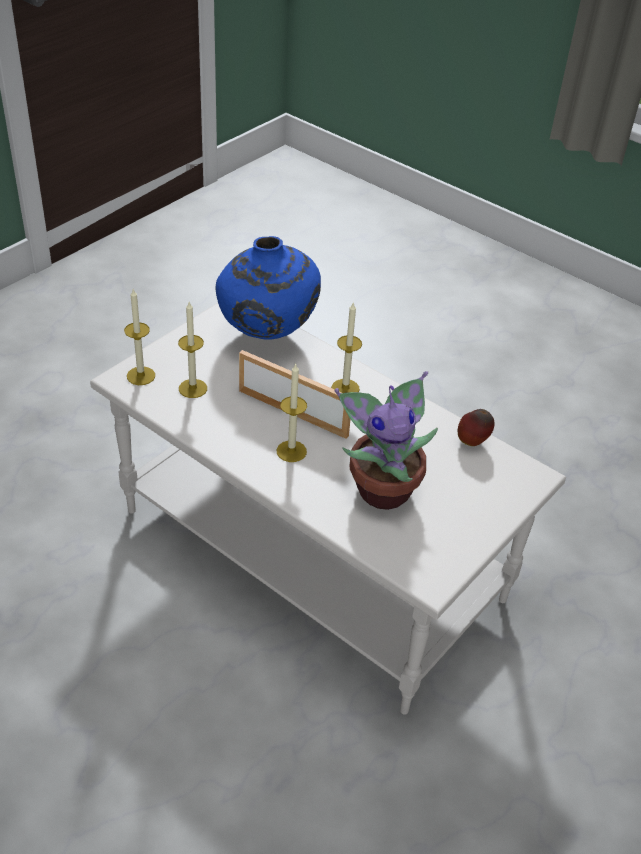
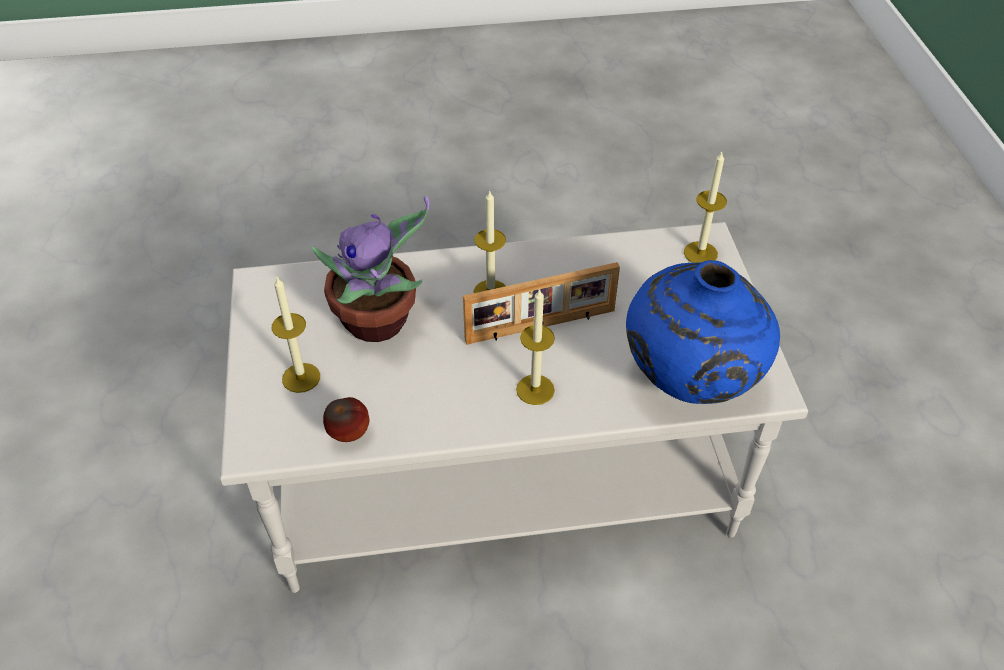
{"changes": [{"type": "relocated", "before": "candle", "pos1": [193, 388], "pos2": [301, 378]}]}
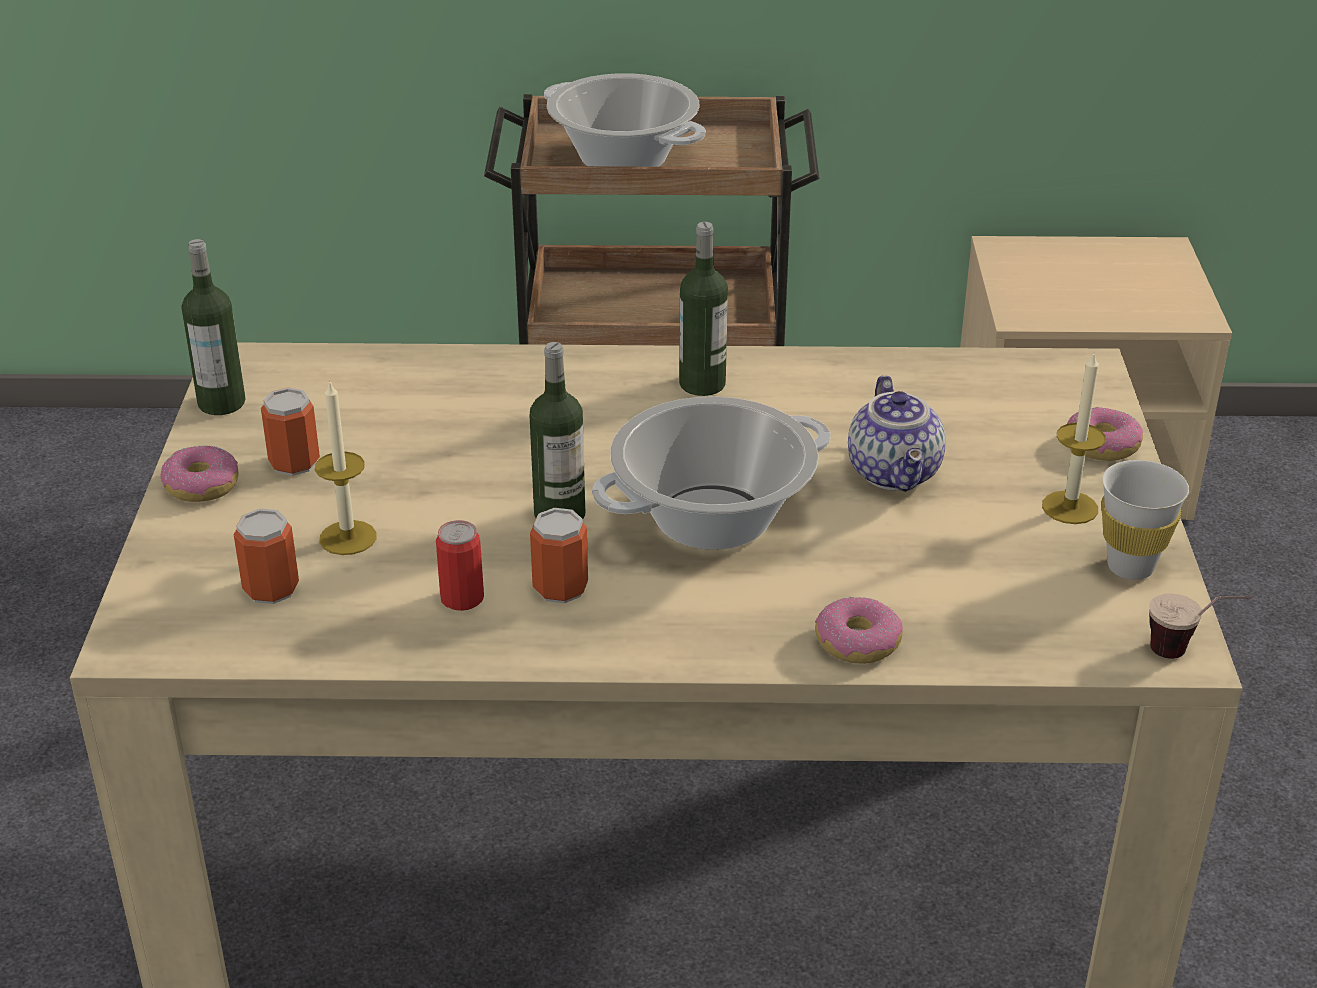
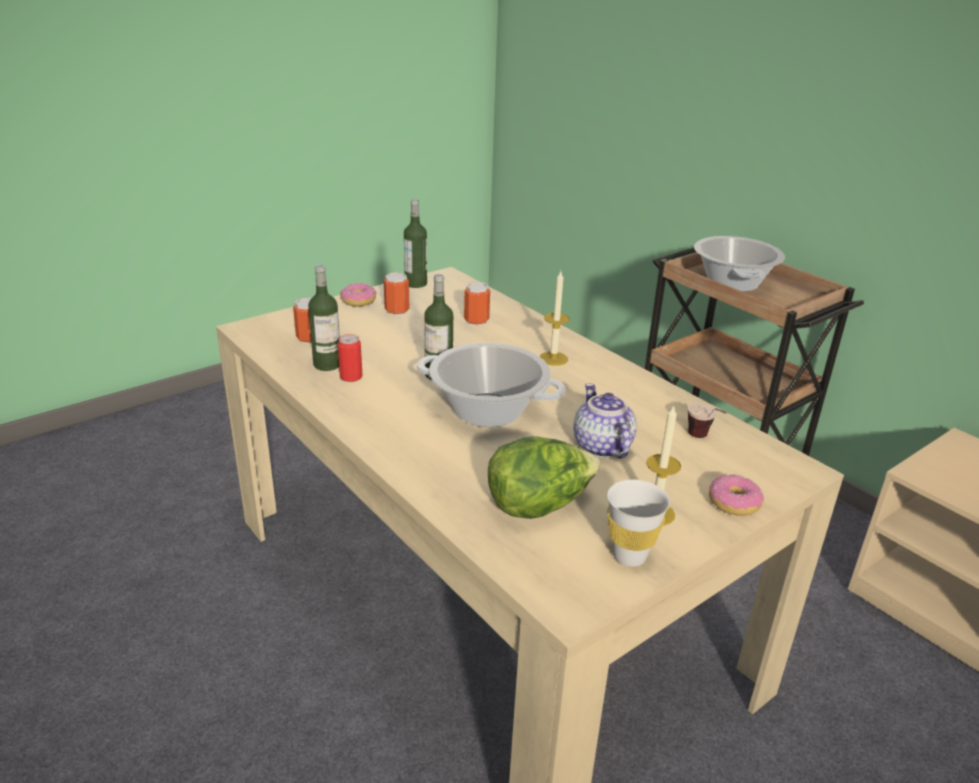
{"changes": [{"type": "relocated", "before": "bottle", "pos1": [702, 384], "pos2": [327, 364]}, {"type": "relocated", "before": "can", "pos1": [560, 588], "pos2": [476, 320]}, {"type": "appeared", "after": "lettuce", "pos2": [539, 505]}, {"type": "relocated", "before": "candle", "pos1": [348, 538], "pos2": [553, 358]}, {"type": "spun", "before": "teapot", "pos1": [896, 473], "pos2": [600, 446], "turn": 120}, {"type": "relocated", "before": "cup", "pos1": [1189, 653], "pos2": [703, 439]}, {"type": "missing", "before": "donut", "pos1": [857, 643]}]}
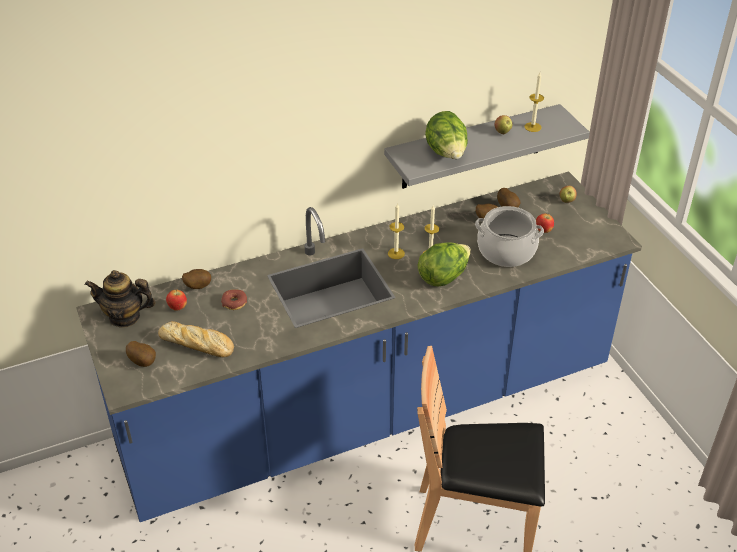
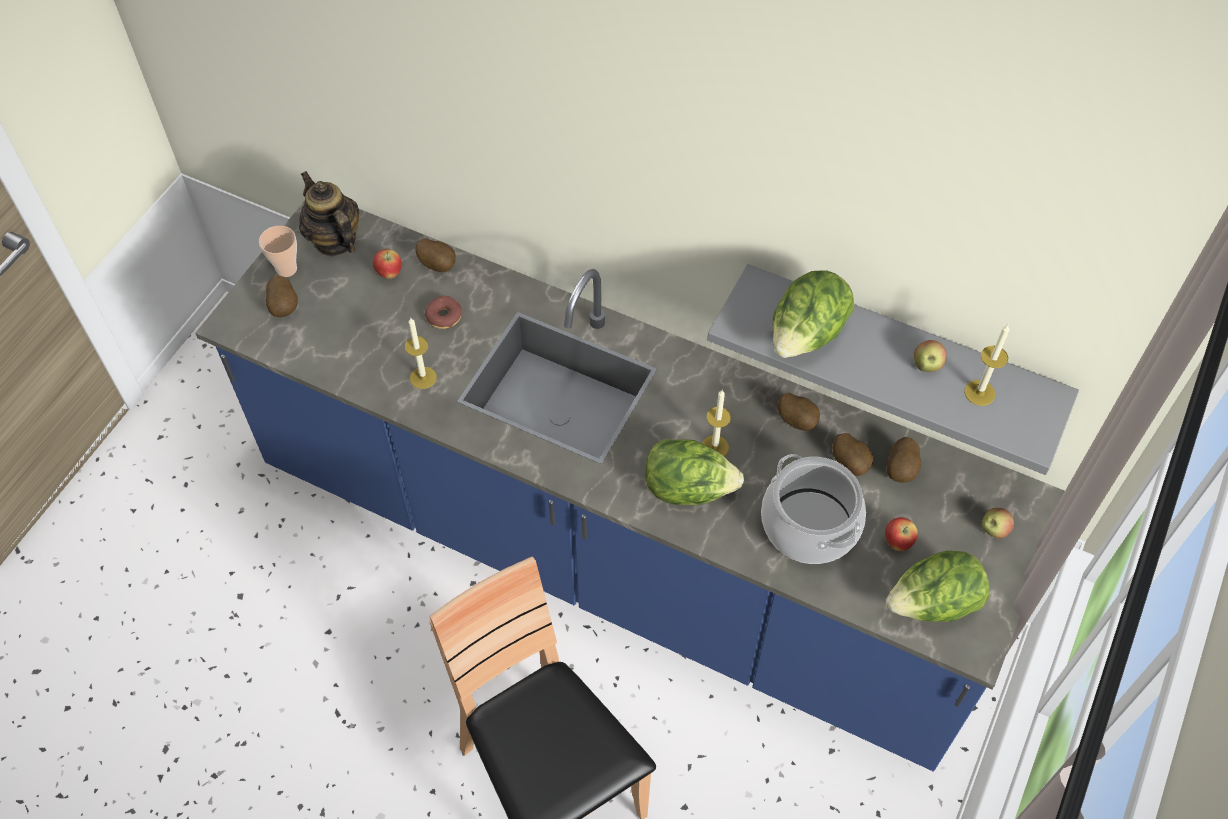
{"changes": [{"type": "appeared", "after": "cup", "pos2": [286, 269]}, {"type": "relocated", "before": "candle", "pos1": [396, 253], "pos2": [423, 377]}, {"type": "appeared", "after": "potato", "pos2": [797, 420]}, {"type": "appeared", "after": "lettuce", "pos2": [933, 604]}, {"type": "missing", "before": "bread", "pos1": [198, 344]}]}
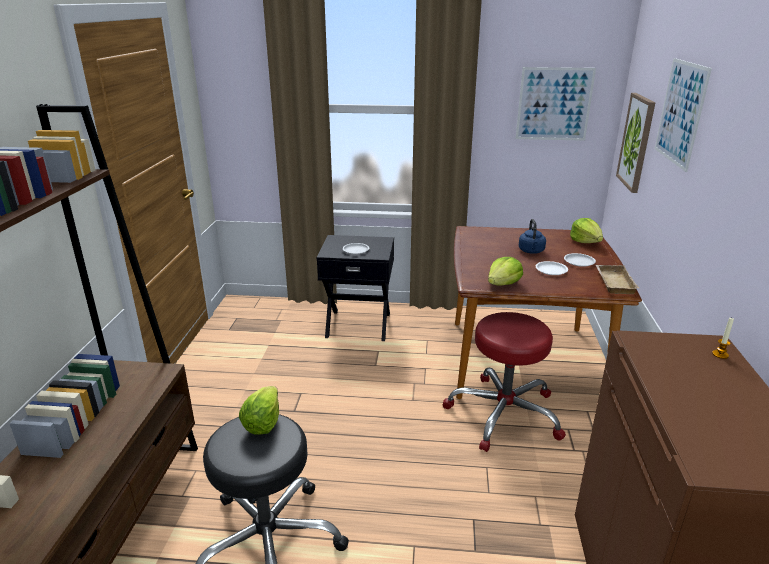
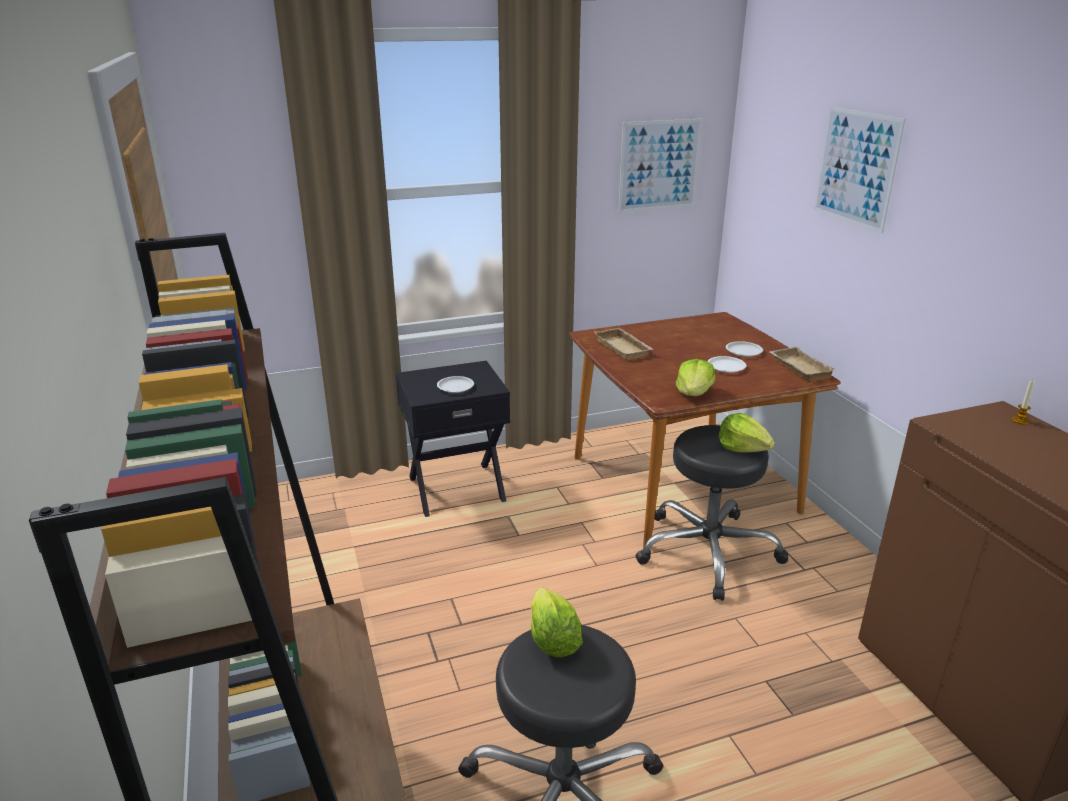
{"changes": [{"type": "appeared", "after": "beige tray", "pos2": [624, 348]}, {"type": "colour", "before": "red stool", "after": "black stool", "pos1": [503, 413], "pos2": [707, 551]}, {"type": "relocated", "before": "lettuce", "pos1": [585, 241], "pos2": [743, 448]}, {"type": "missing", "before": "blue kettle", "pos1": [531, 251]}, {"type": "missing", "before": "picture", "pos1": [636, 142]}]}
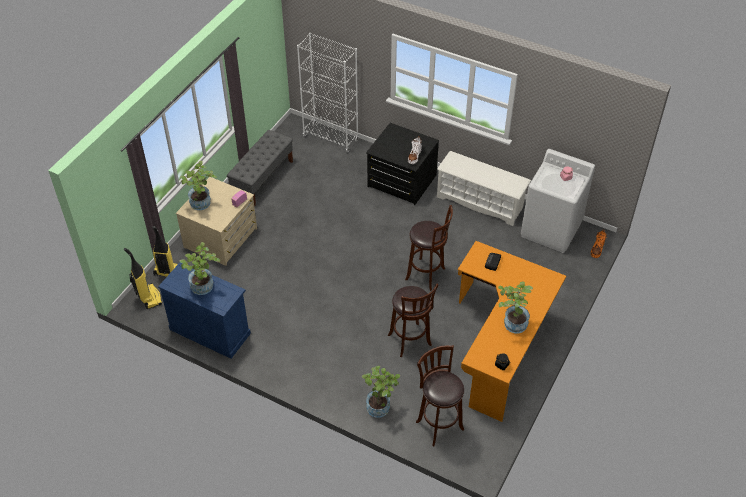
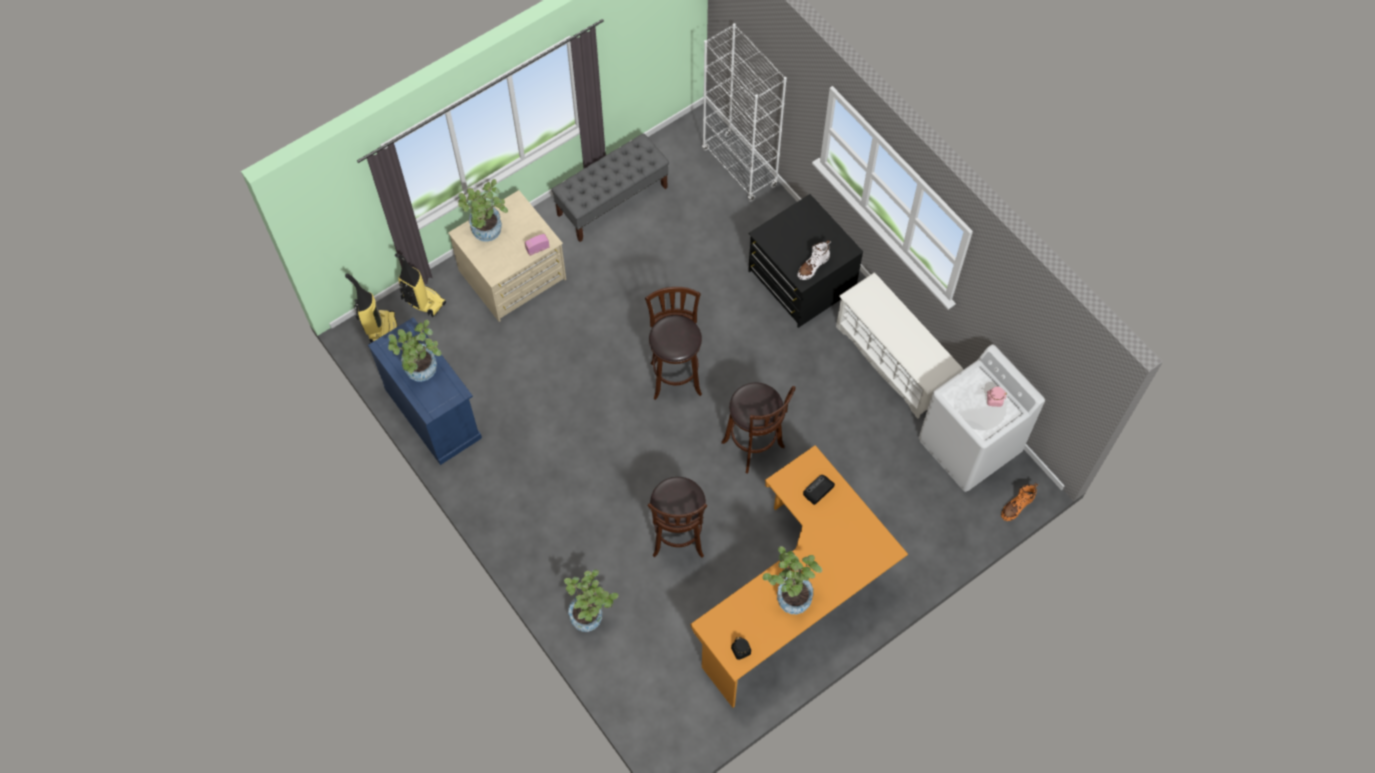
{"changes": [{"type": "relocated", "before": "brown stool", "pos1": [438, 423], "pos2": [675, 375]}]}
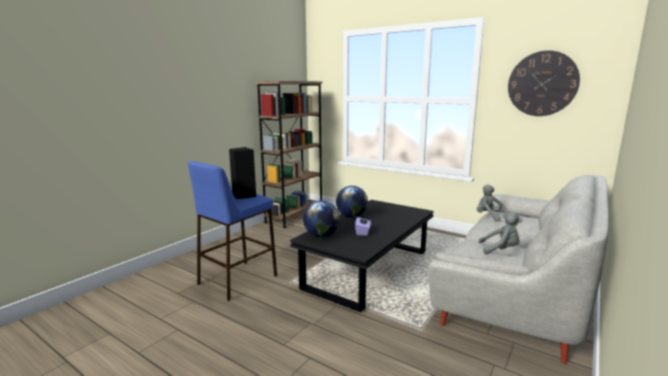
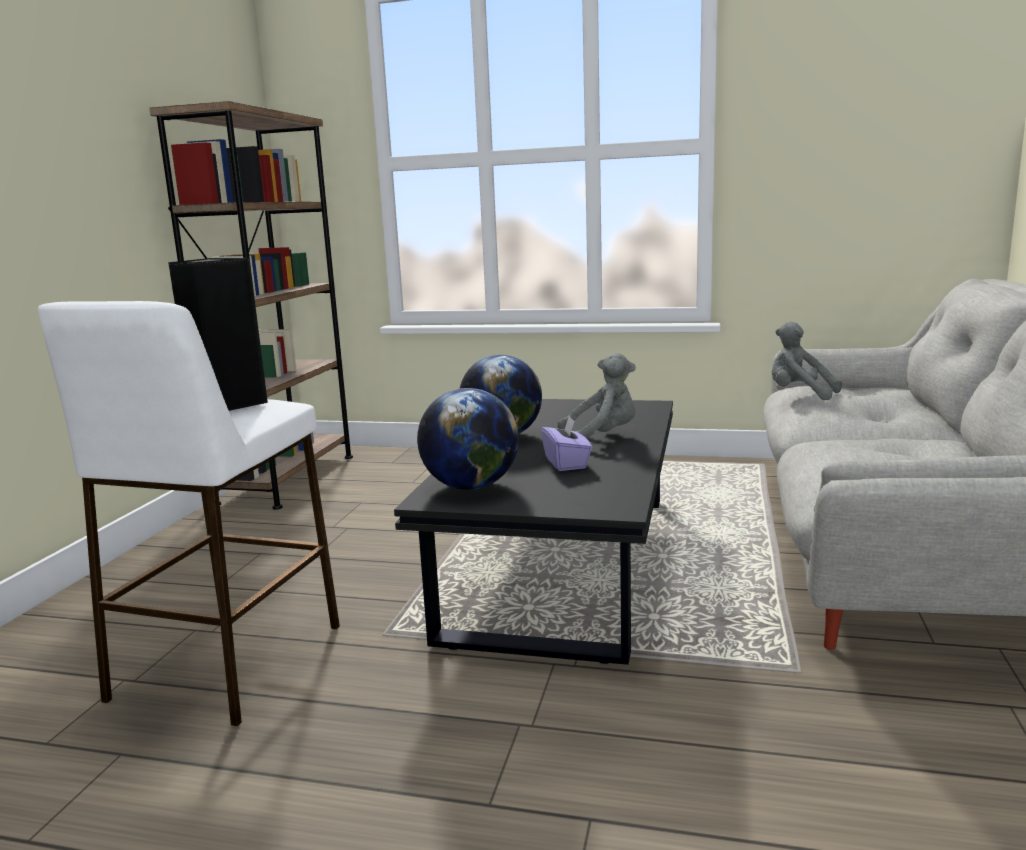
{"changes": [{"type": "colour", "before": "blue stool", "after": "white stool", "pos1": [237, 280], "pos2": [227, 662]}, {"type": "relocated", "before": "grey plush toy", "pos1": [500, 250], "pos2": [602, 437]}, {"type": "missing", "before": "wall clock", "pos1": [542, 84]}]}
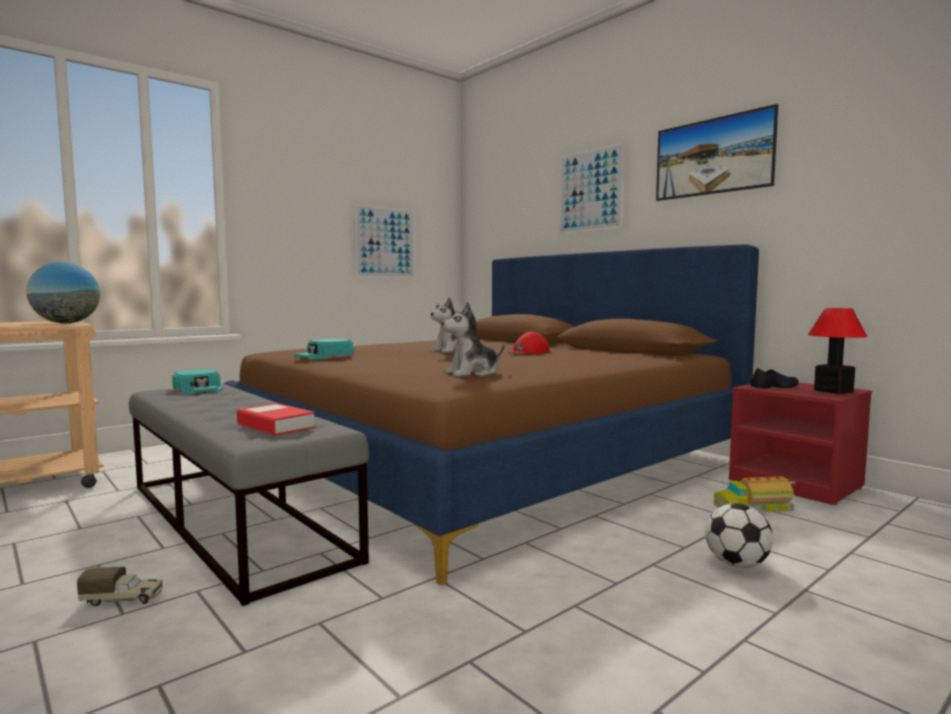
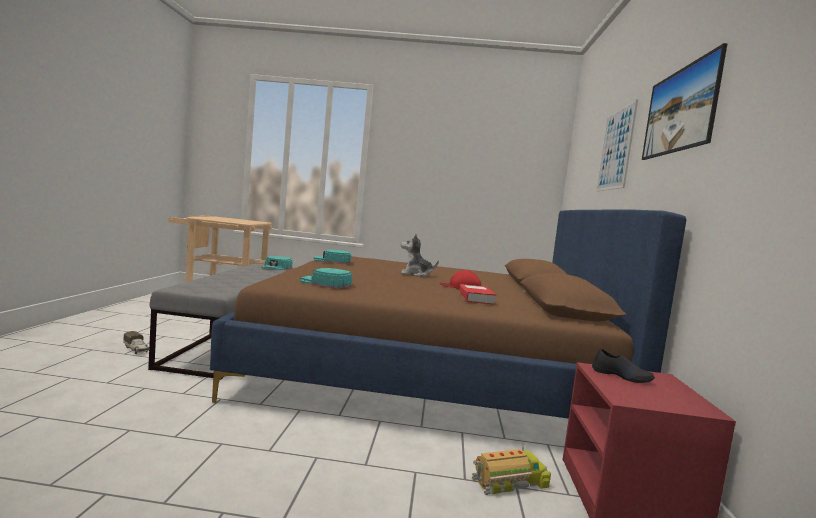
{"changes": [{"type": "exchanged", "before": "plush toy", "after": "turquoise cap", "pos1": [472, 373], "pos2": [325, 283]}, {"type": "relocated", "before": "book", "pos1": [275, 426], "pos2": [476, 298]}, {"type": "spun", "before": "toy truck", "pos1": [753, 507], "pos2": [510, 483], "turn": 120}, {"type": "missing", "before": "globe", "pos1": [66, 323]}, {"type": "missing", "before": "picture", "pos1": [385, 242]}, {"type": "missing", "before": "football", "pos1": [737, 564]}, {"type": "missing", "before": "table lamp", "pos1": [832, 391]}]}
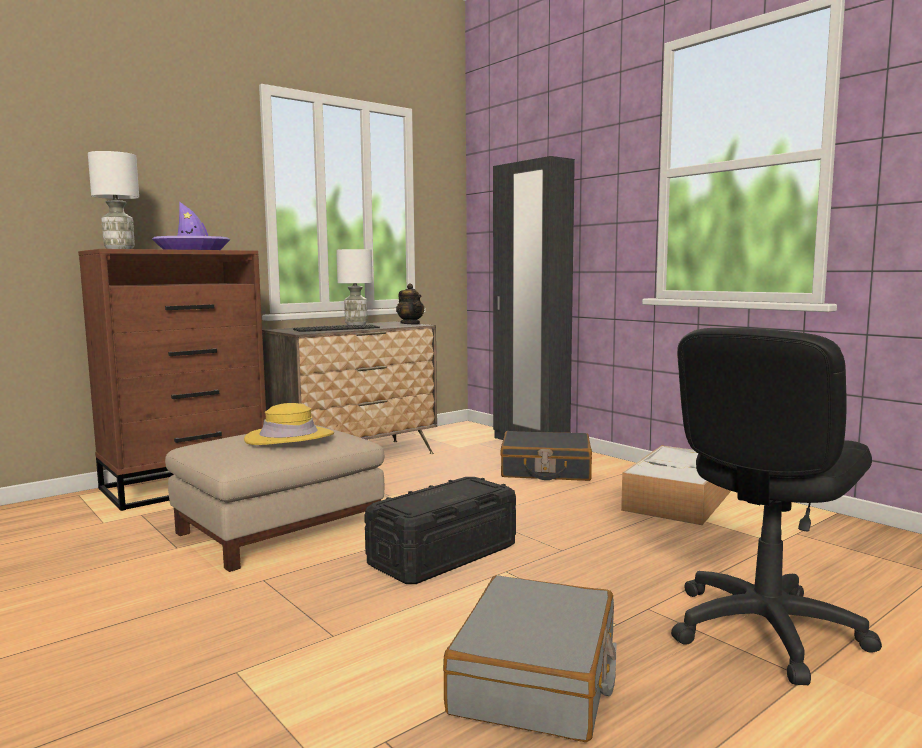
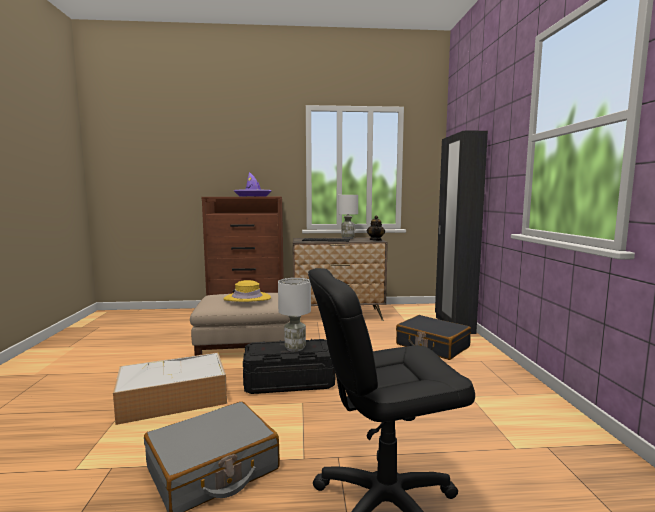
{"changes": [{"type": "relocated", "before": "storage box", "pos1": [679, 500], "pos2": [171, 399]}, {"type": "relocated", "before": "white table lamp", "pos1": [119, 249], "pos2": [295, 348]}]}
